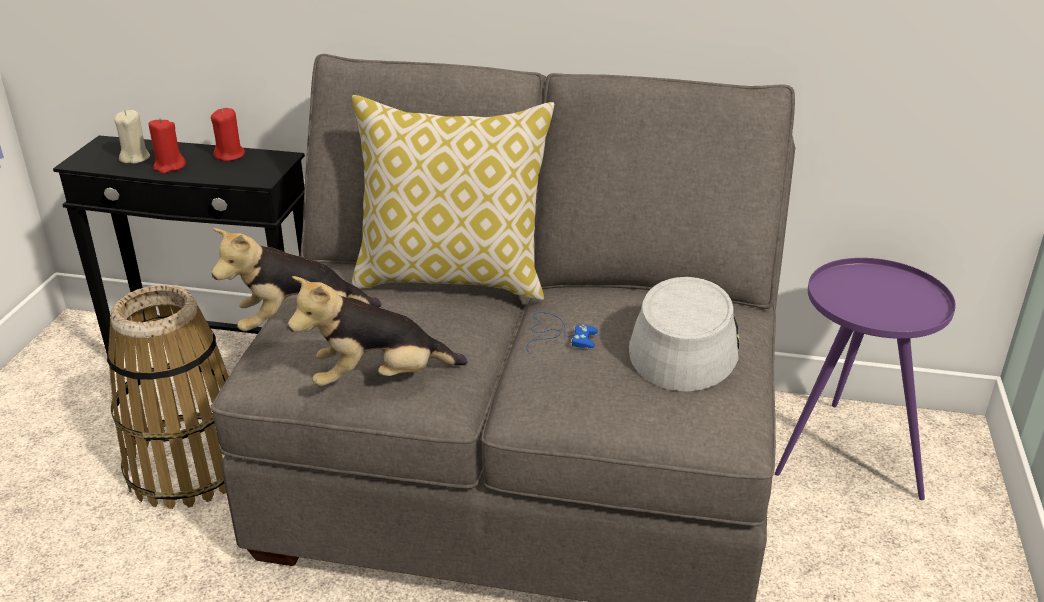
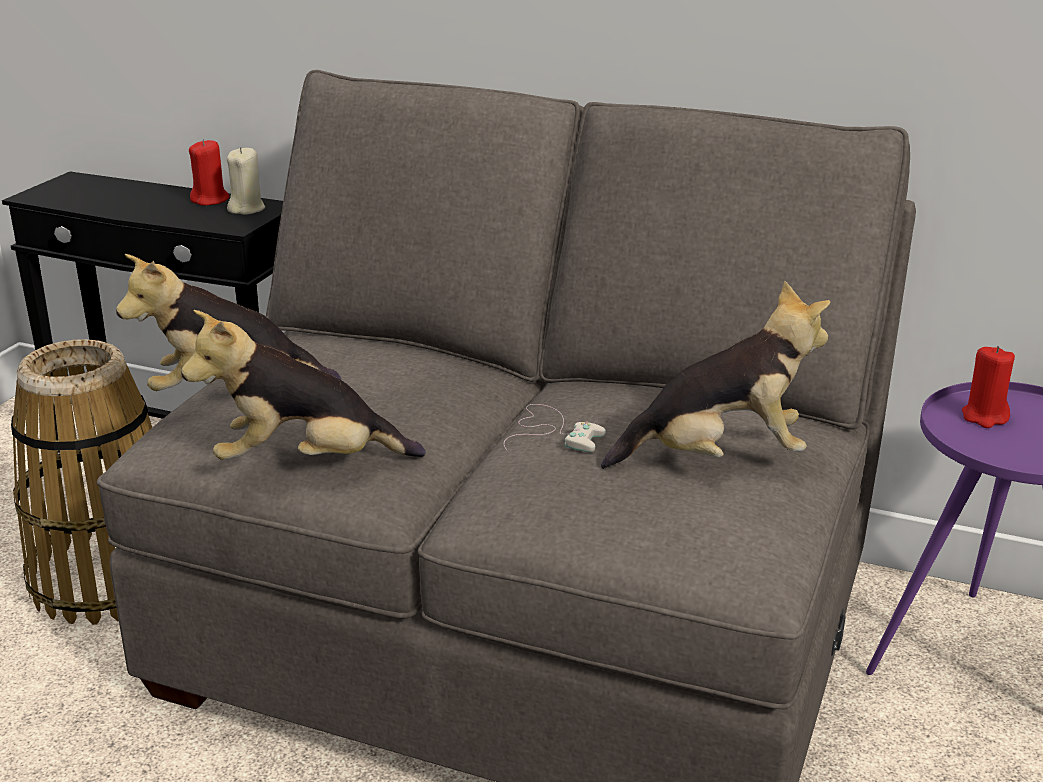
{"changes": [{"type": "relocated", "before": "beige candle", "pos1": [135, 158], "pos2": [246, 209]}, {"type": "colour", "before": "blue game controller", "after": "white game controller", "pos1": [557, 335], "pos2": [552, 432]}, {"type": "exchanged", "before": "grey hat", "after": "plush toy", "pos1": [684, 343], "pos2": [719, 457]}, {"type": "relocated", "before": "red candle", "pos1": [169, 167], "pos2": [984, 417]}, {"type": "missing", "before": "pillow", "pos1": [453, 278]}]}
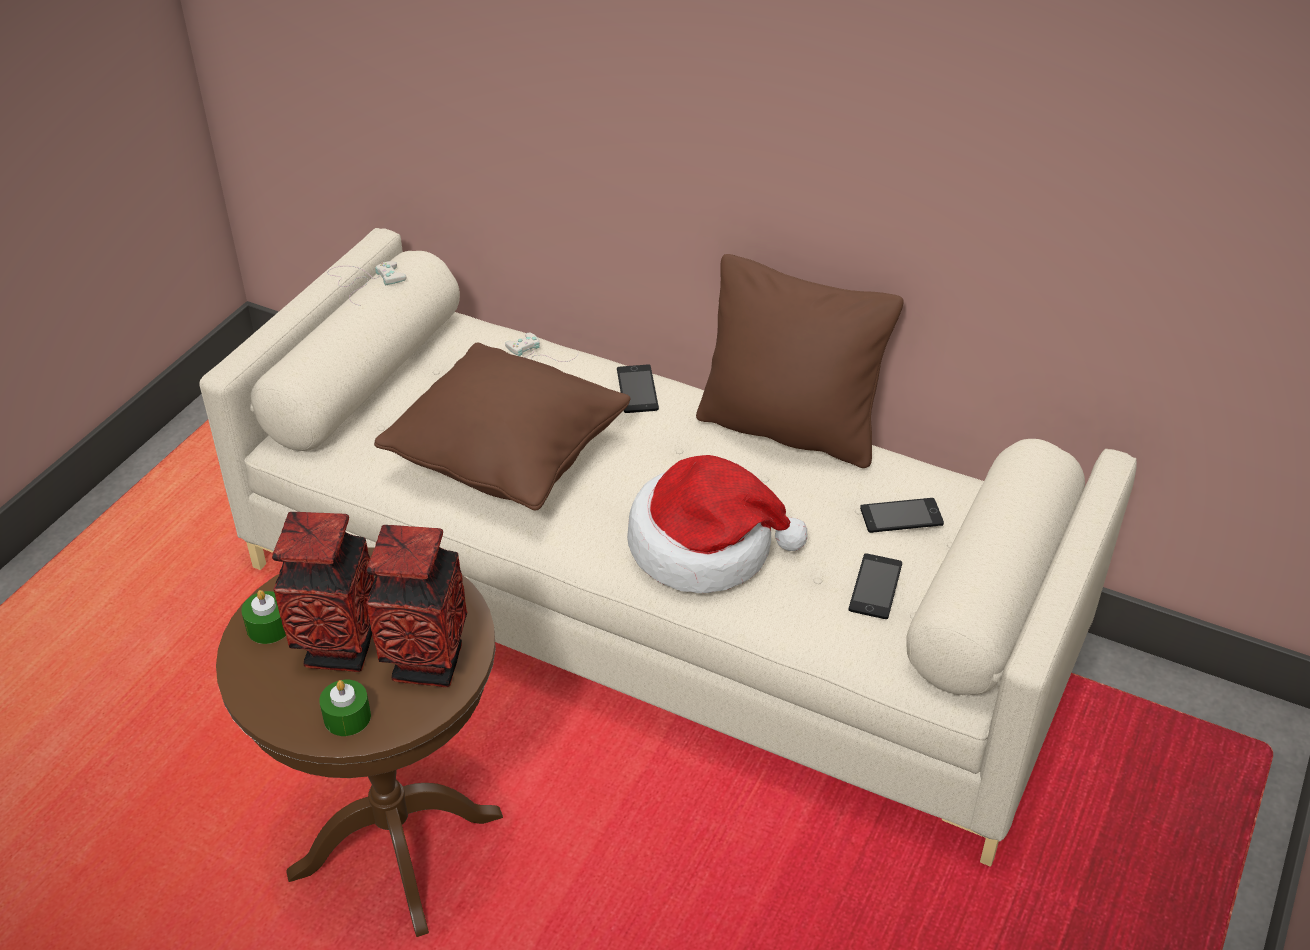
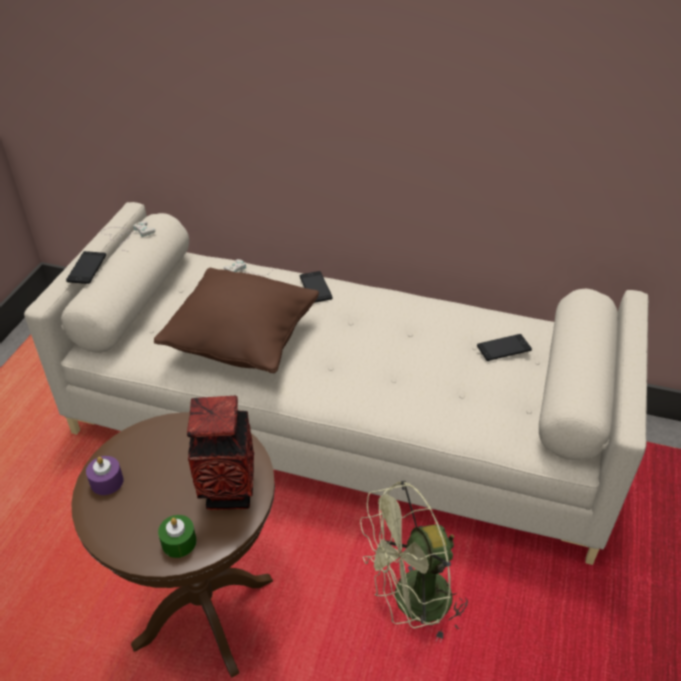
{"changes": [{"type": "relocated", "before": "phone", "pos1": [875, 587], "pos2": [86, 268]}, {"type": "colour", "before": "green candle", "after": "purple candle", "pos1": [269, 627], "pos2": [107, 482]}, {"type": "appeared", "after": "green fan", "pos2": [411, 603]}, {"type": "missing", "before": "vase", "pos1": [339, 649]}, {"type": "missing", "before": "hat", "pos1": [705, 546]}, {"type": "missing", "before": "brown pillow", "pos1": [789, 429]}]}
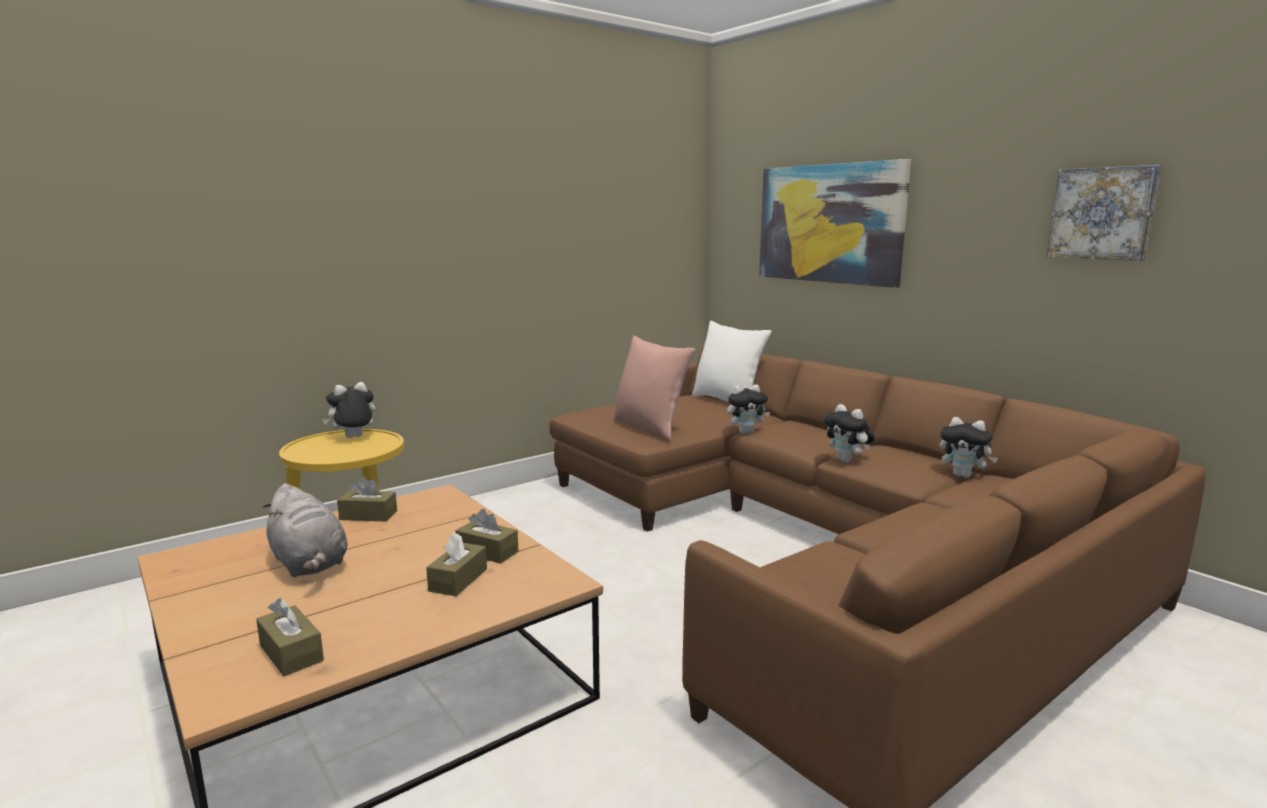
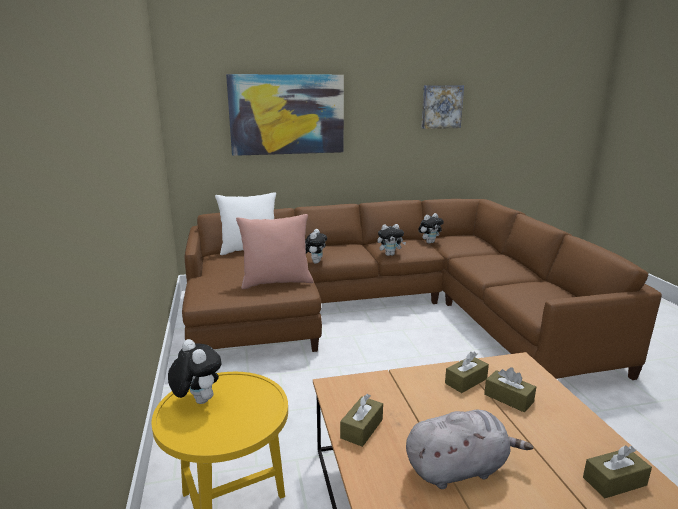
{"changes": [{"type": "spun", "before": "plush toy", "pos1": [353, 438], "pos2": [197, 401], "turn": 150}]}
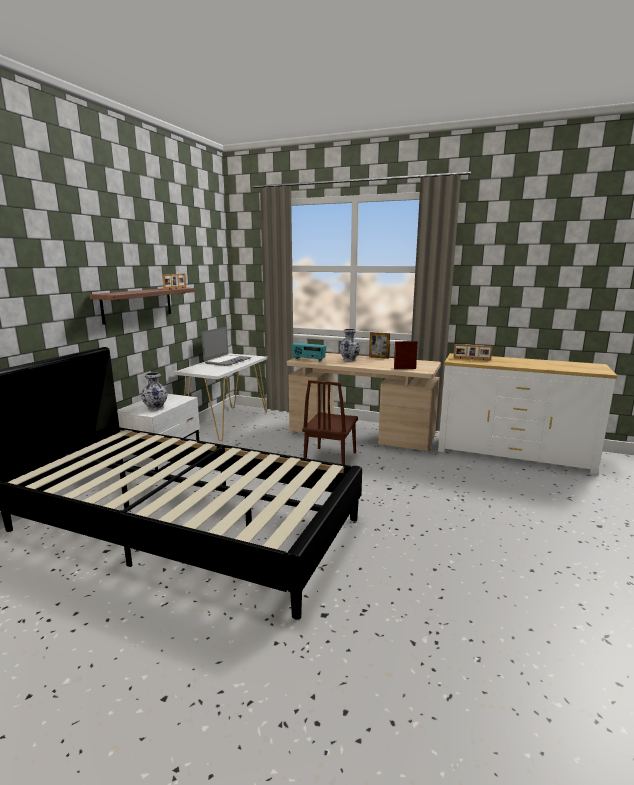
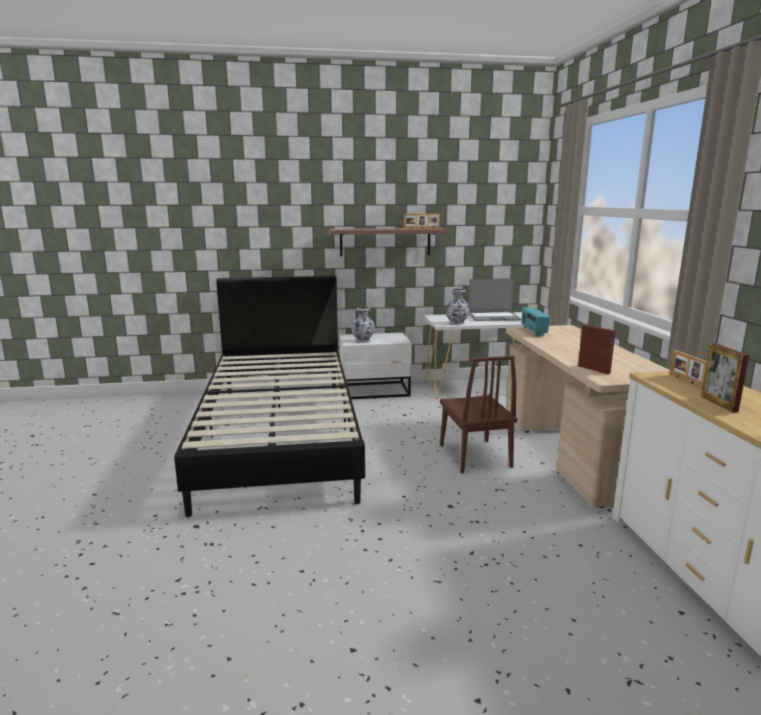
{"changes": [{"type": "spun", "before": "brown chair", "pos1": [330, 459], "pos2": [474, 455], "turn": -90}, {"type": "relocated", "before": "vase", "pos1": [348, 360], "pos2": [456, 323]}, {"type": "relocated", "before": "picture frame", "pos1": [379, 357], "pos2": [719, 404]}]}
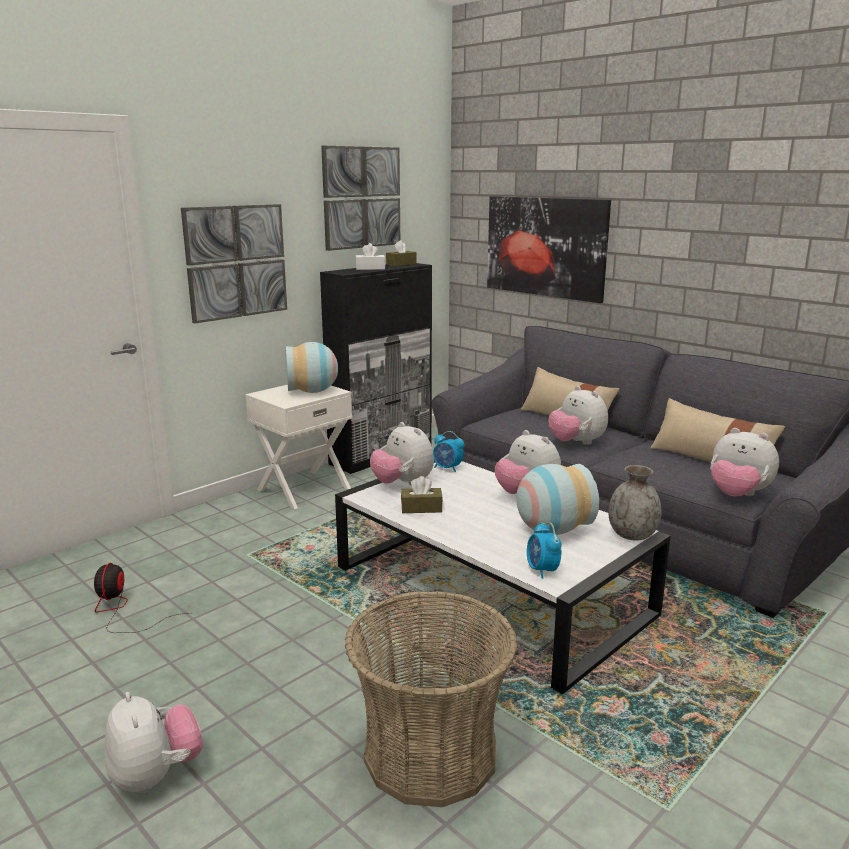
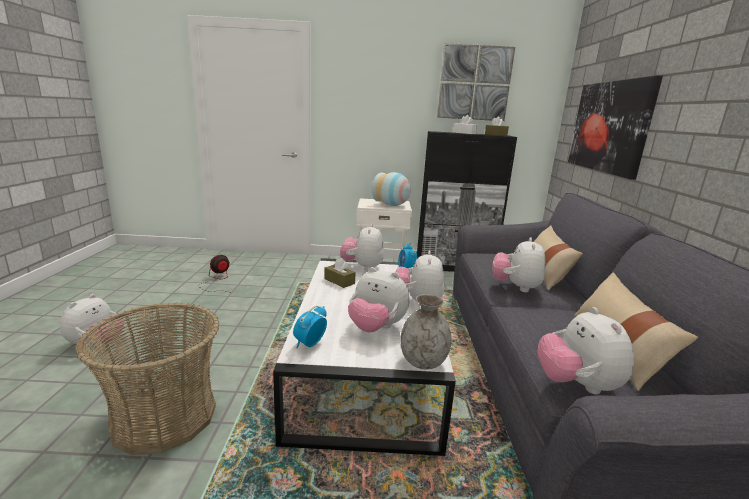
{"changes": [{"type": "exchanged", "before": "vase", "after": "plush toy", "pos1": [551, 530], "pos2": [376, 328]}, {"type": "missing", "before": "picture", "pos1": [236, 261]}]}
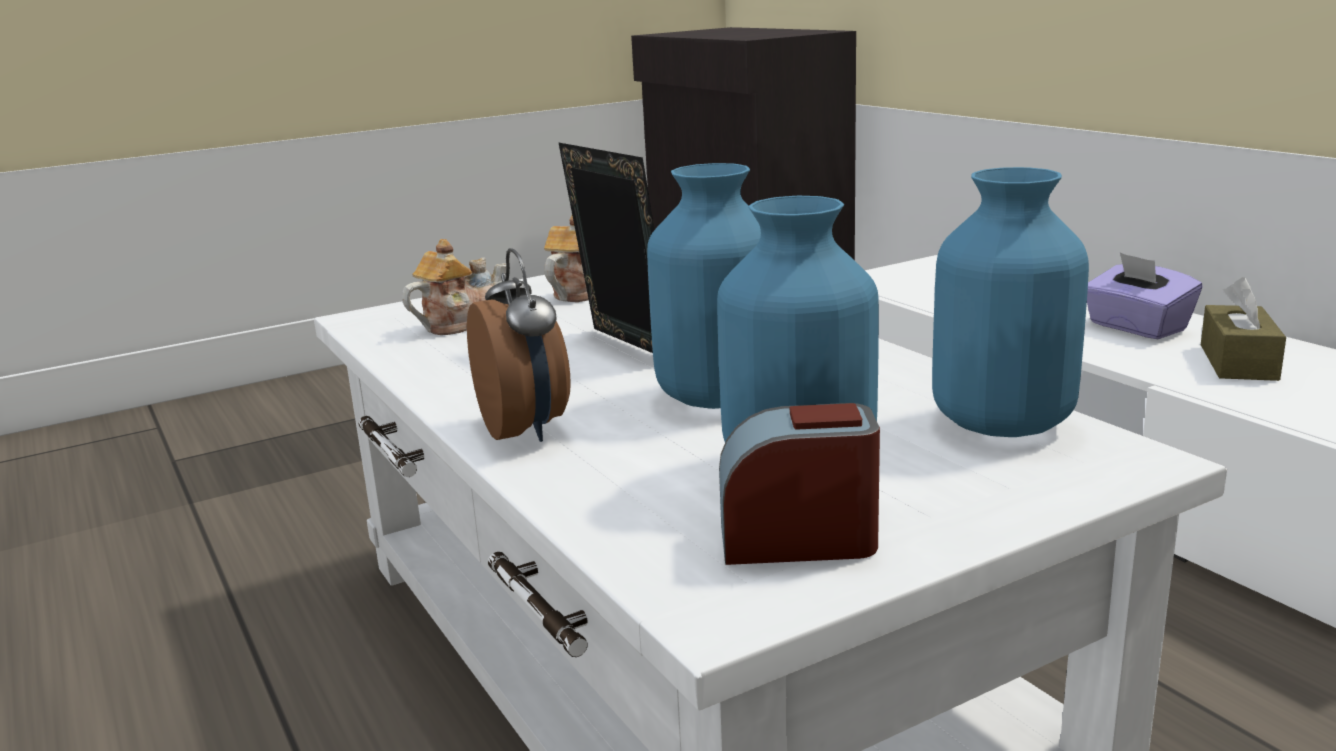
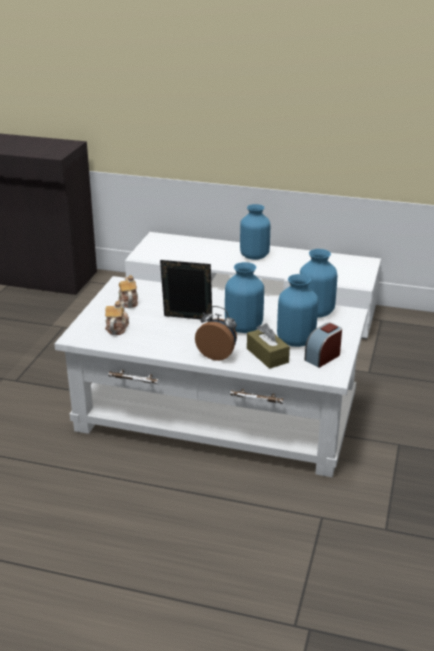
{"changes": [{"type": "exchanged", "before": "purple tissue box", "after": "blue vase", "pos1": [1136, 327], "pos2": [255, 256]}, {"type": "relocated", "before": "brown tissue box", "pos1": [1238, 362], "pos2": [267, 355]}]}
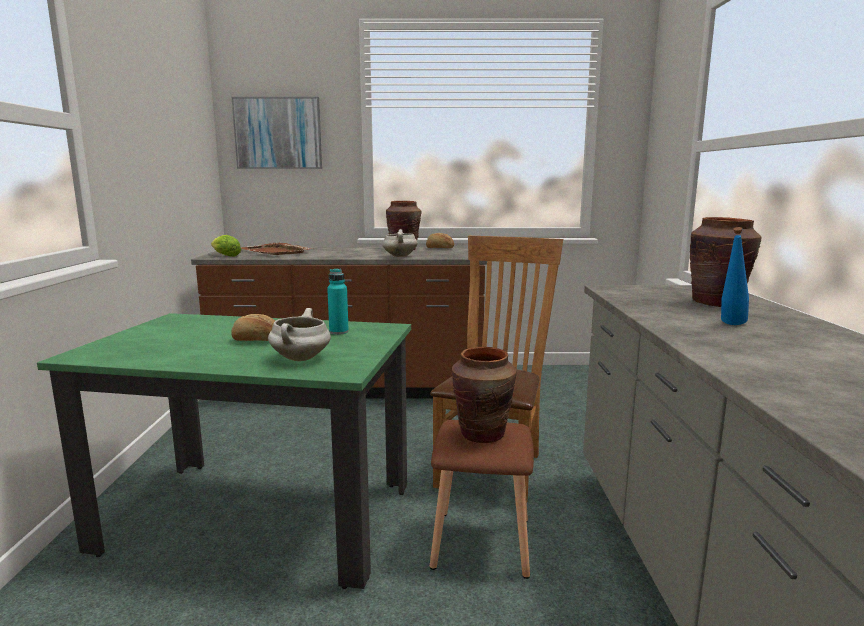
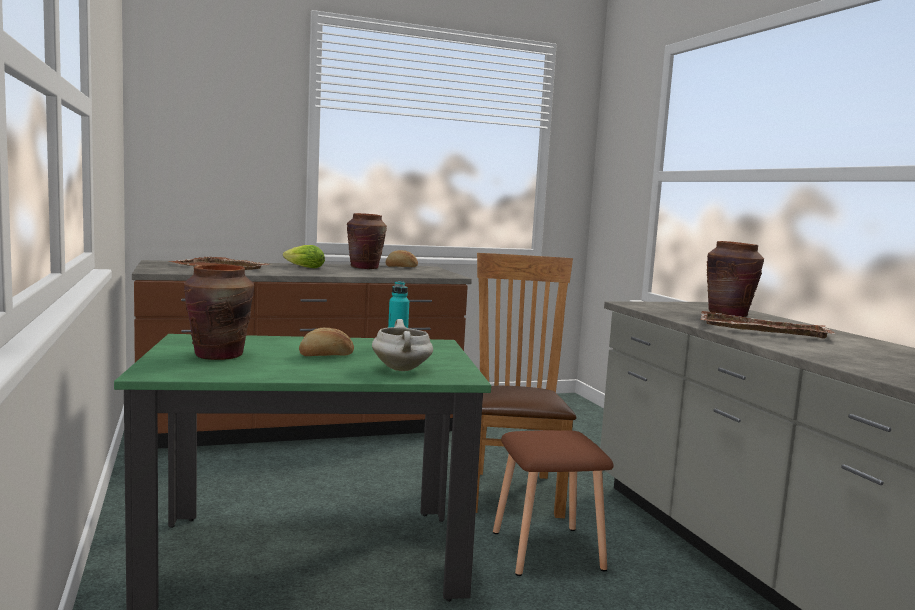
{"changes": [{"type": "relocated", "before": "brown vase", "pos1": [482, 434], "pos2": [219, 355]}, {"type": "relocated", "before": "lettuce", "pos1": [224, 256], "pos2": [302, 267]}, {"type": "exchanged", "before": "blue bottle", "after": "brown tray", "pos1": [730, 325], "pos2": [761, 328]}, {"type": "missing", "before": "picture", "pos1": [278, 133]}, {"type": "missing", "before": "white cooking pot", "pos1": [399, 256]}]}
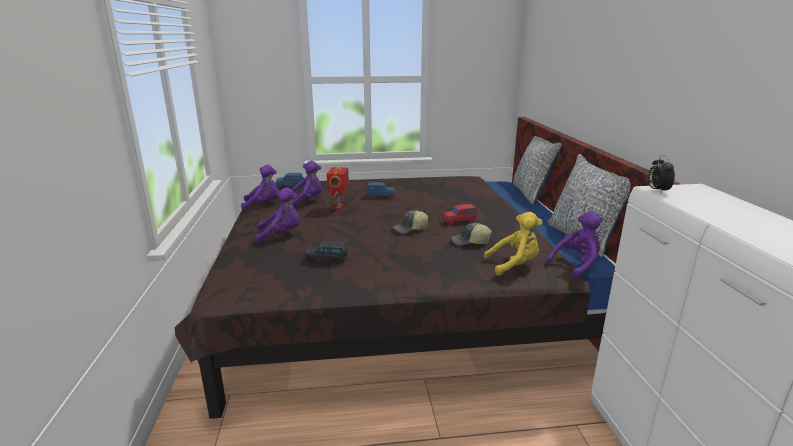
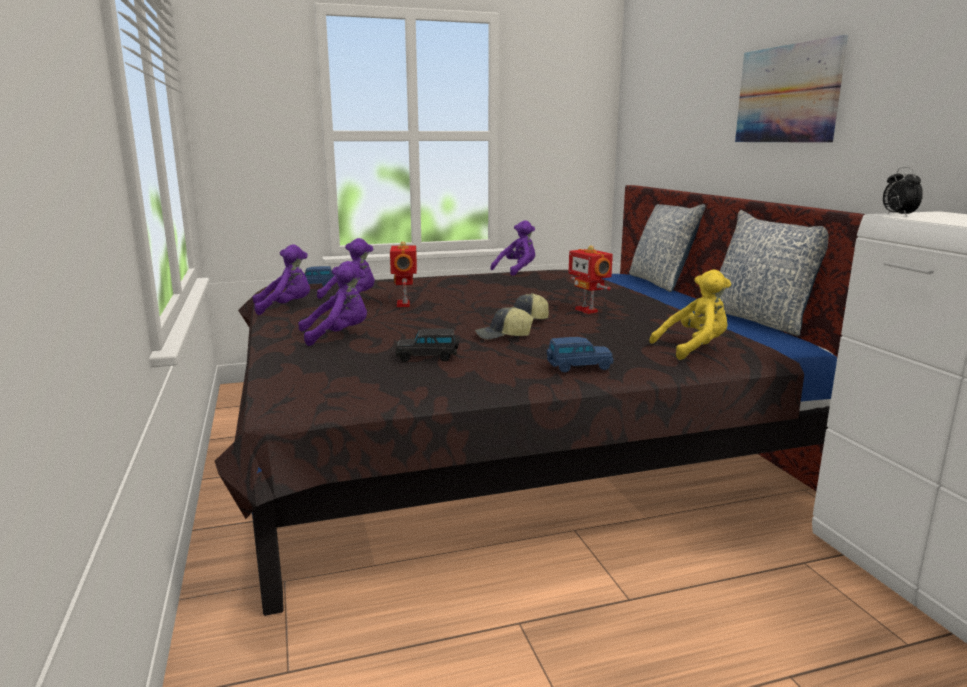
{"changes": [{"type": "relocated", "before": "cap", "pos1": [470, 242], "pos2": [503, 336]}, {"type": "relocated", "before": "purple plush toy", "pos1": [576, 265], "pos2": [517, 271]}, {"type": "relocated", "before": "blue toy car", "pos1": [380, 196], "pos2": [578, 367]}, {"type": "exchanged", "before": "red toy car", "after": "toy robot", "pos1": [460, 221], "pos2": [587, 310]}, {"type": "appeared", "after": "picture", "pos2": [786, 94]}]}
